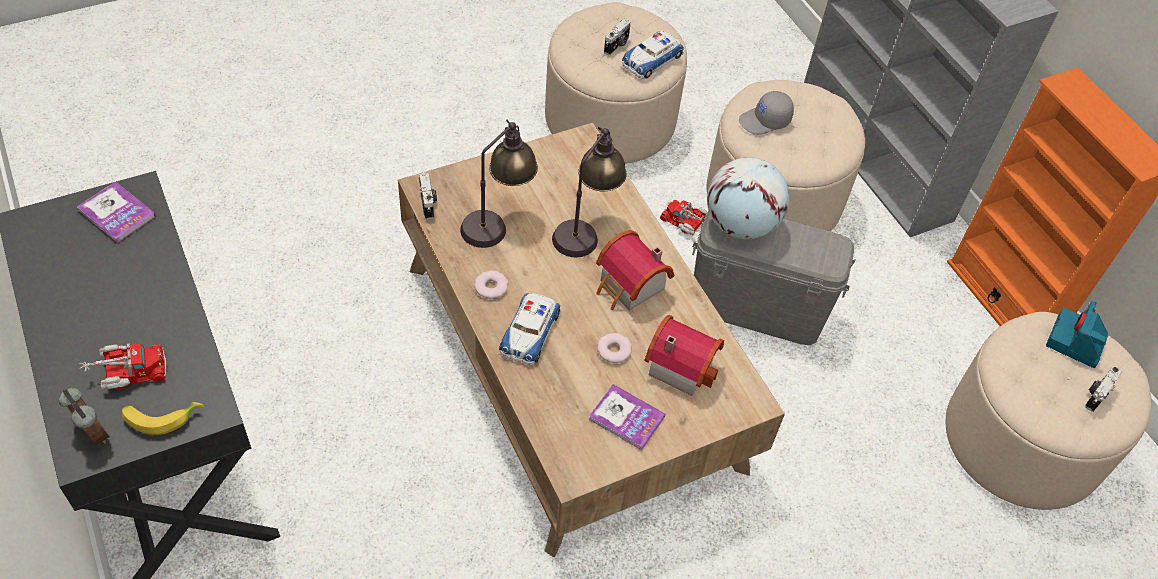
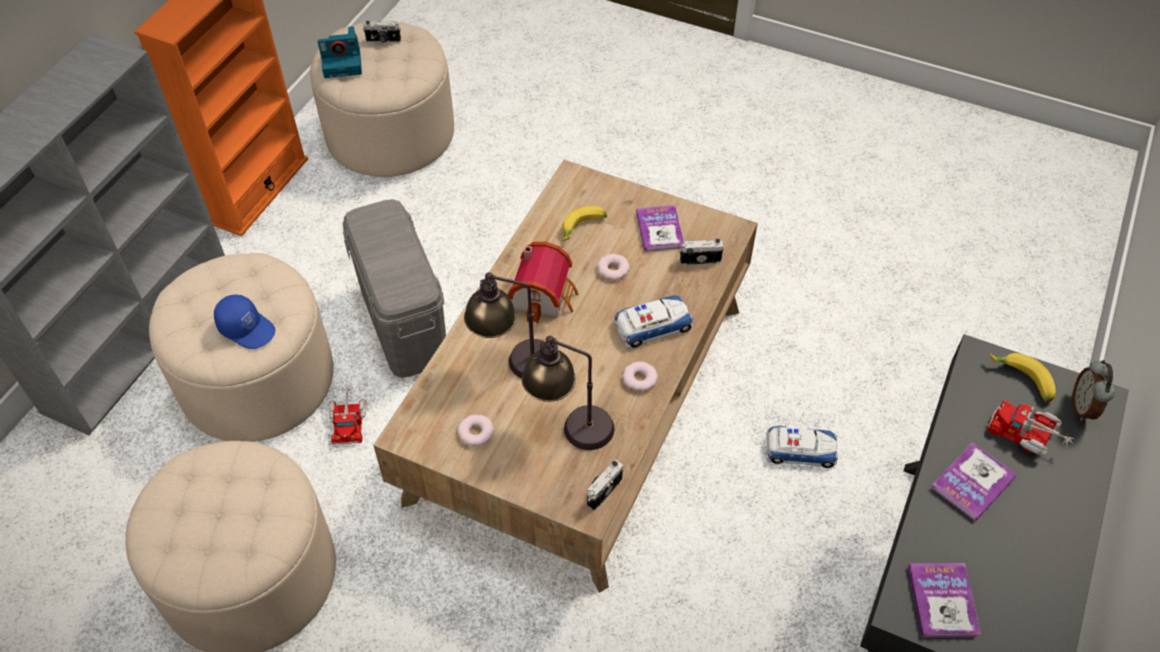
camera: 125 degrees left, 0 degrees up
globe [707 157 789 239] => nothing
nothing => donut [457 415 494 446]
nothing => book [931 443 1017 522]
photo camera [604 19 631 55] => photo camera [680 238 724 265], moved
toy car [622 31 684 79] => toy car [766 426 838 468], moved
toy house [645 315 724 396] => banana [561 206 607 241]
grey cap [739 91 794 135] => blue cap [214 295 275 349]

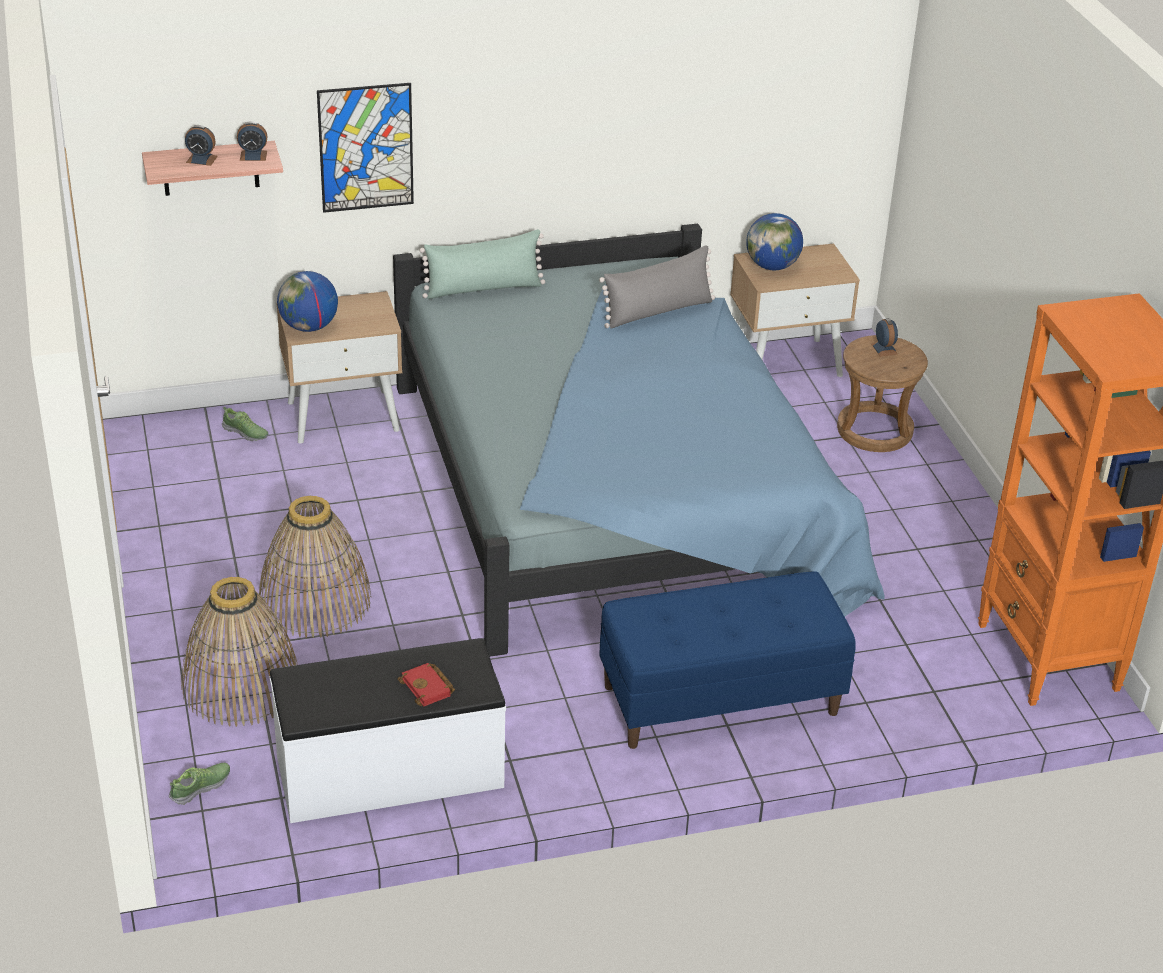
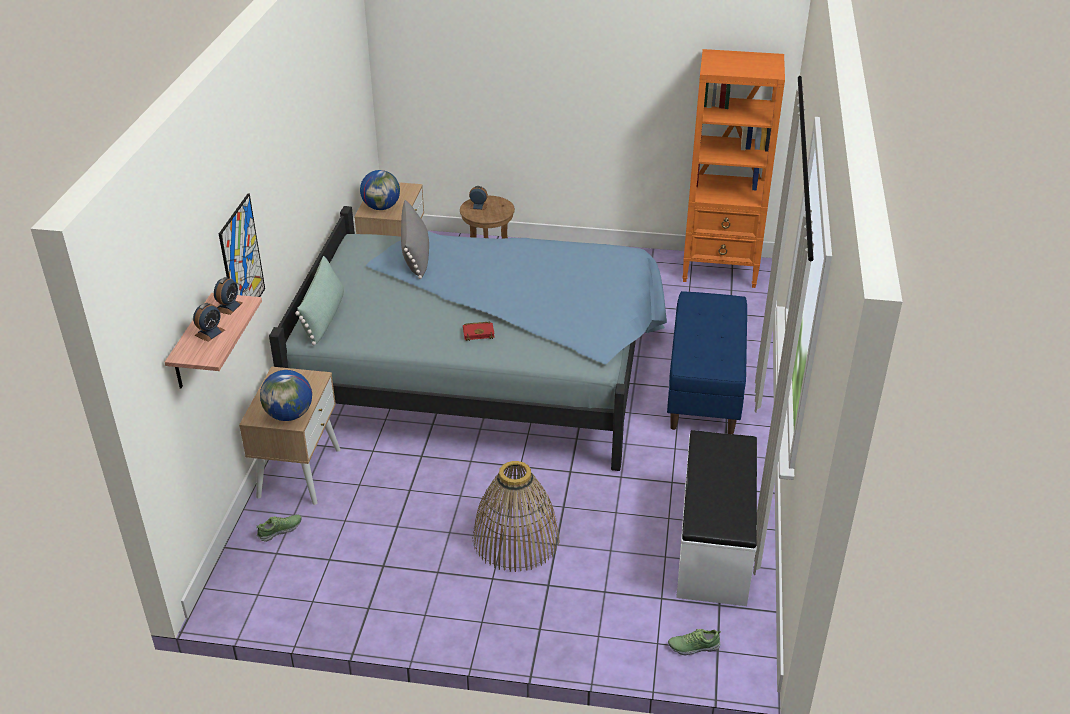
camera: 65 degrees left, 0 degrees up
basket [181 577 298 727] => nothing
red book [398 663 455 706] => red book [463 322 495 341], moved
shoe [169 763 230 805] => shoe [668 629 721 655], 75 degrees counterclockwise

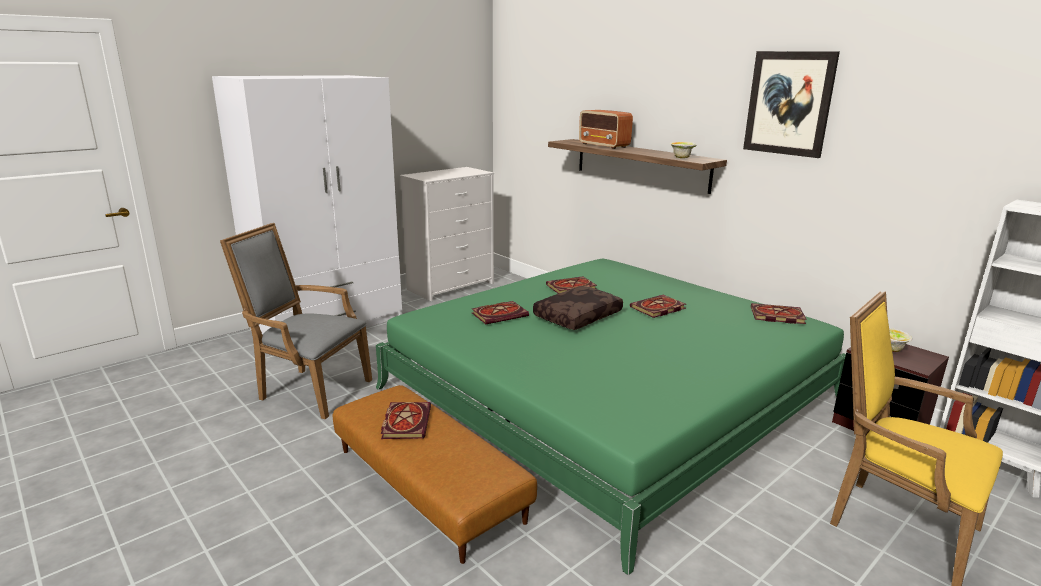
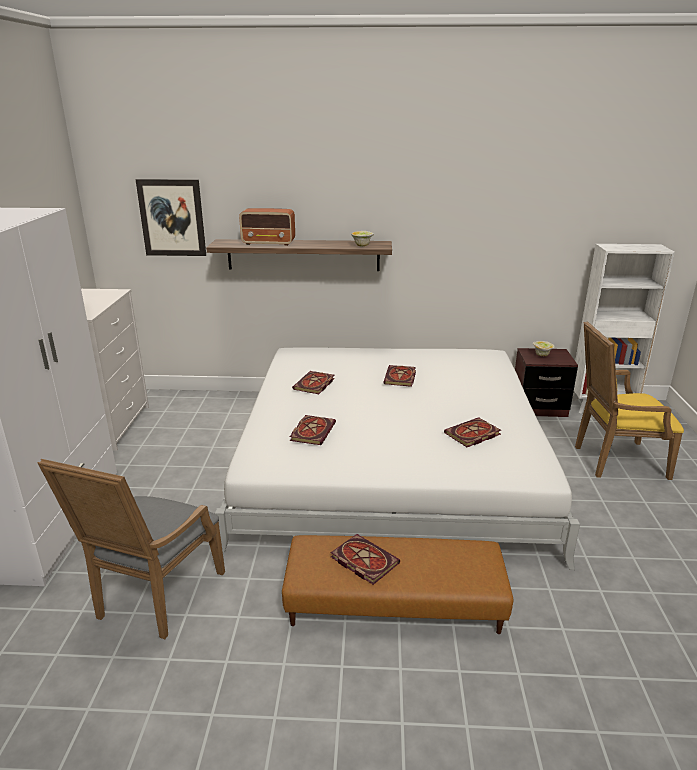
camera: 45 degrees left, 5 degrees up
brown pillow [533 286 623 330] => nothing
picture [743 51 840 158] => picture [135 179 206 256], moved
book [751 303 807 324] => book [444 417 501 447], moved
green bed [376 259 846 575] => white bed [215 347 580 570]
grey armchair [220 223 372 419] => grey armchair [37 459 225 639], 45 degrees counterclockwise

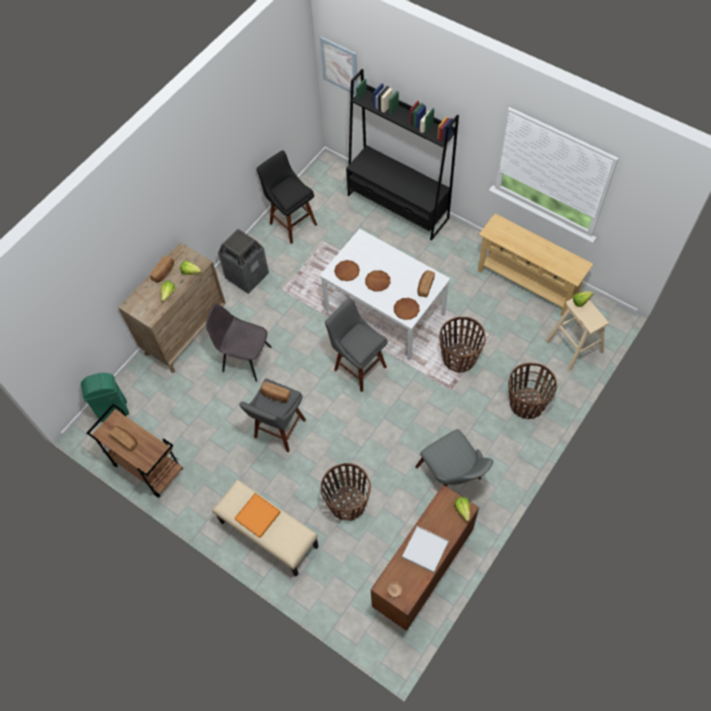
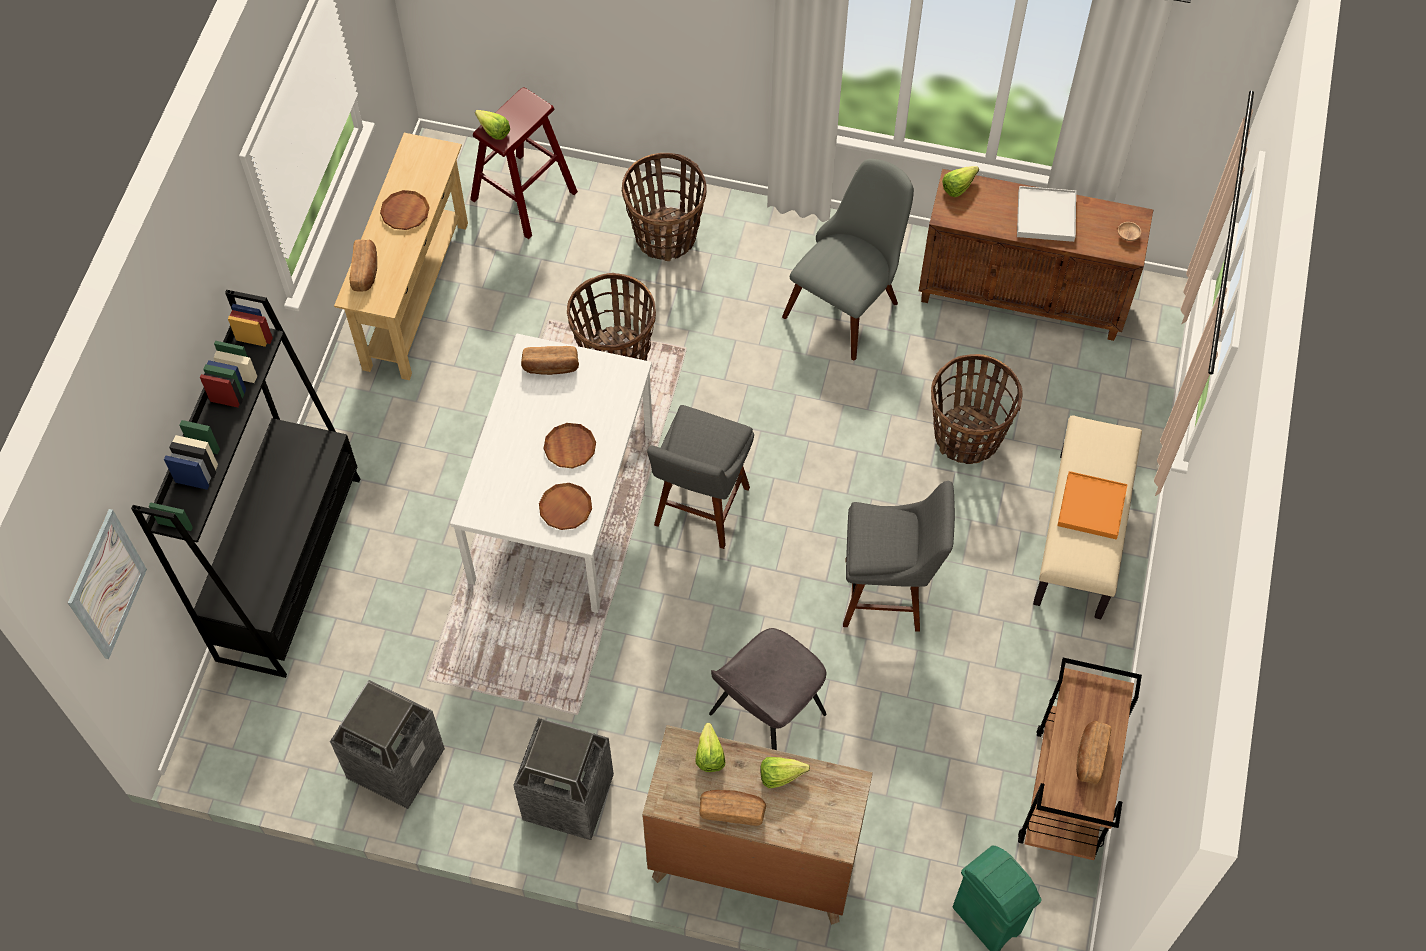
camera: 115 degrees left, 0 degrees up
bread [260 382 290 402] => bread [350 240 377 292], moved
brown plate [394 298 420 320] => brown plate [380 190 430 230], moved
black stool [257 150 317 244] => trash can [330 680 445 809]
beige stool [545 298 609 371] => red stool [470 87 578 239]
grey chair [206 304 272 382] => grey chair [709 628 827 750], 45 degrees clockwise

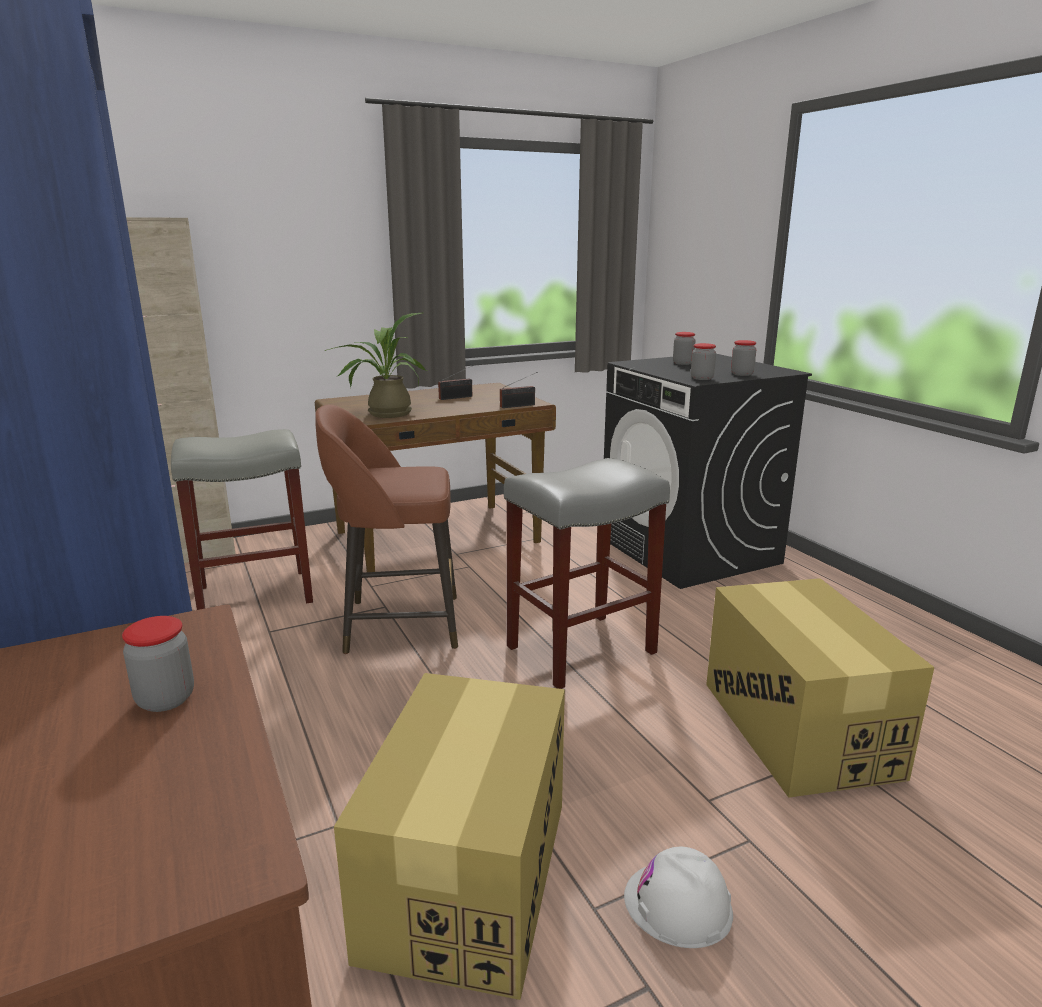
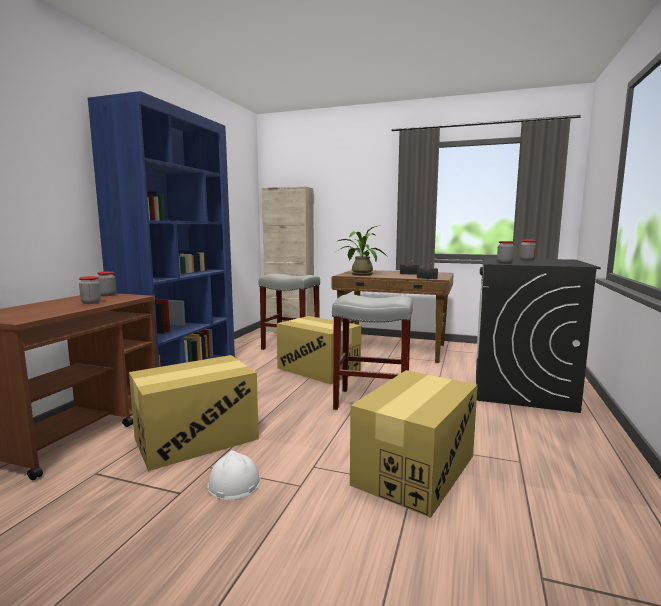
camera: 45 degrees right, 10 degrees down
jar [731 340 756 376] => jar [97 271 116 296], moved
brown stool [315 405 458 654] => cardboard box [277 316 361 384]

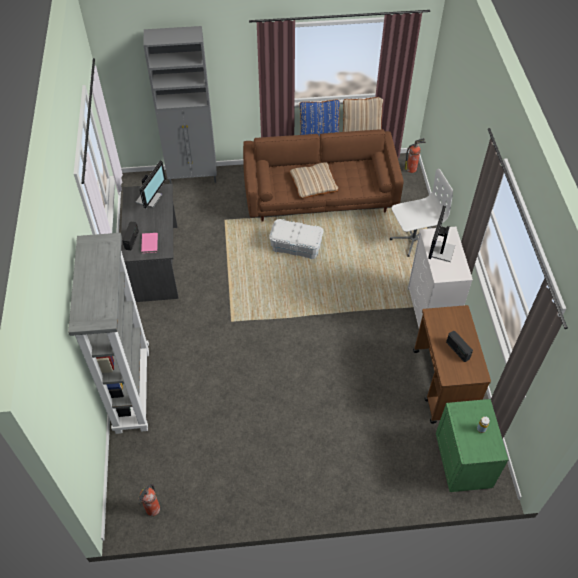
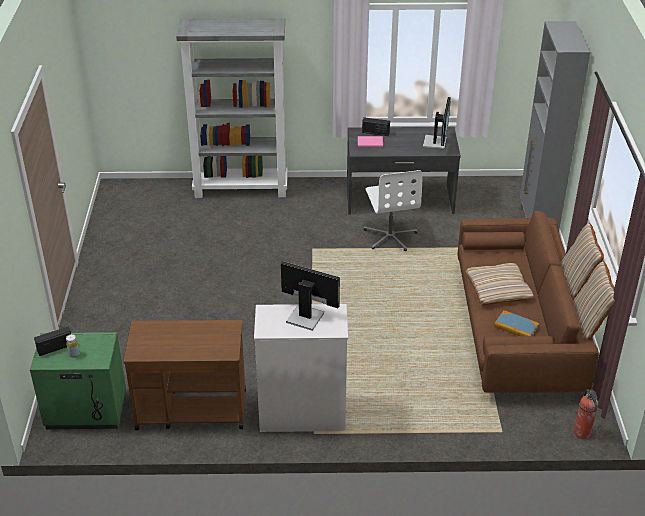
camera: 95 degrees right, 15 degrees down
fire extinguisher [138 484 160 516] => nothing
white storage box [269 219 324 259] => nothing
nothing => book [494 310 539 336]
white office chair [390 169 453 257] => white office chair [364 170 423 251], moved
radio [446 331 473 362] => radio [34 327 71 356], moved
blue pillow [299 99 340 137] => beige pillow [561 223 604 297]
monitor [136 161 166 208] => monitor [423 97 451 150], 105 degrees counterclockwise

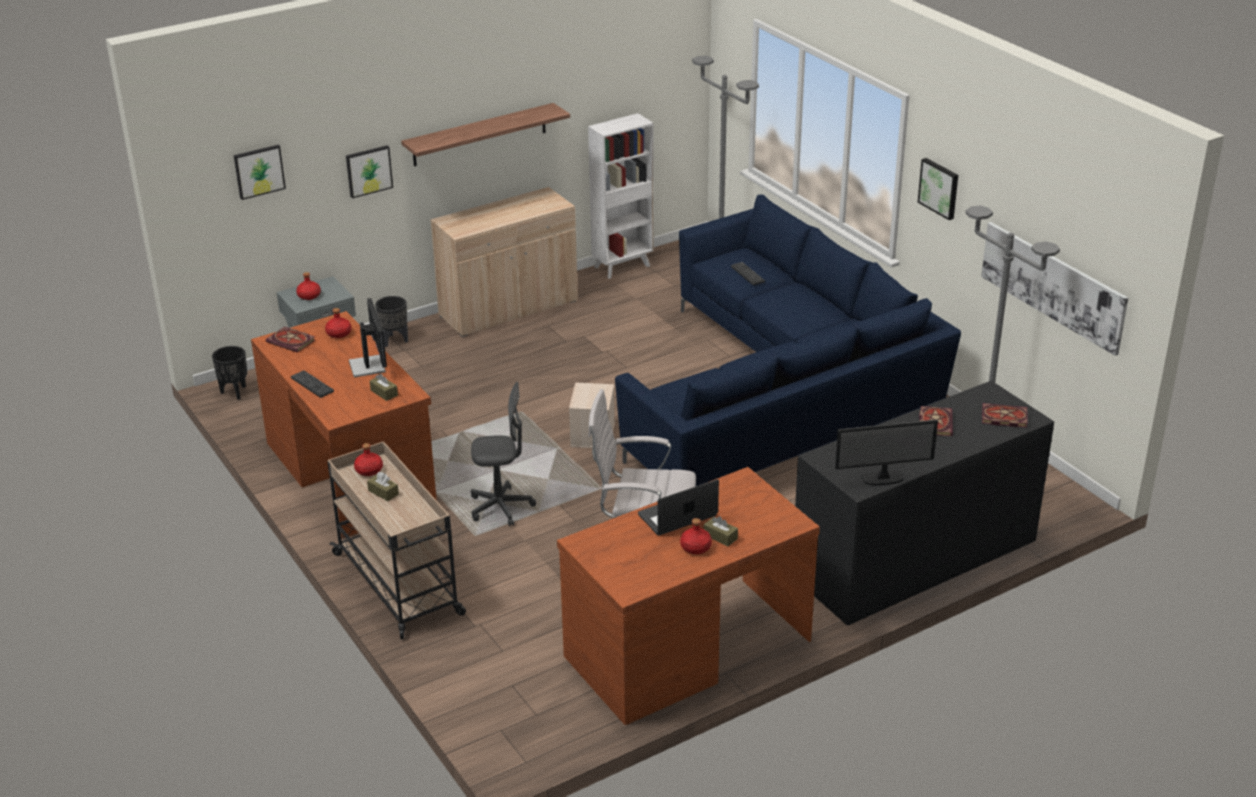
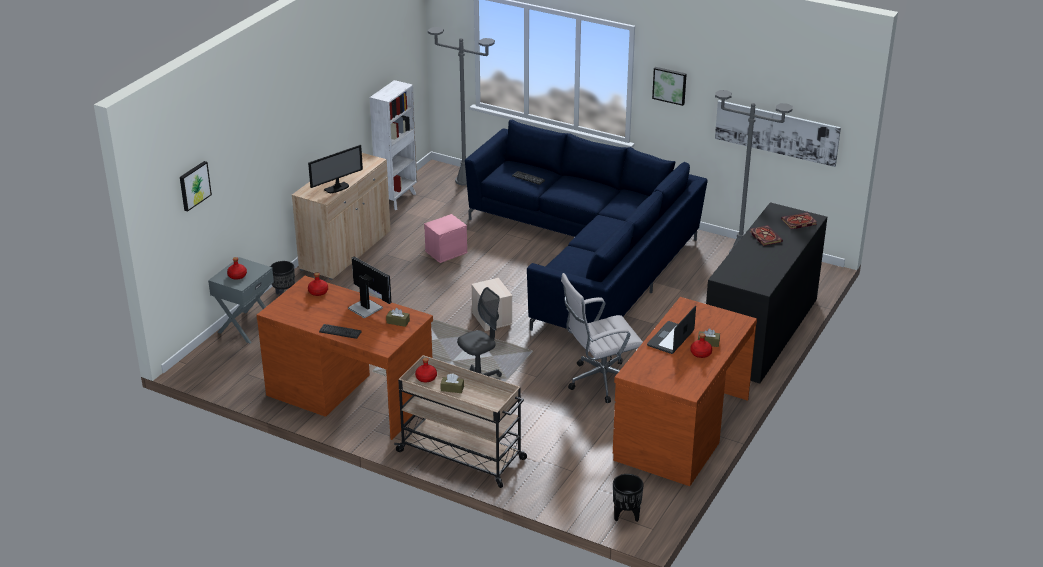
camera: 30 degrees left, 0 degrees up
book [266 327 315 352] => nothing
picture [346 145 393 199] => nothing
shelf [401 103 570 166] => nothing
nothing => pink storage box [424 214 468 263]
black planter [212 346 247 400] => black planter [613 474 644 522], moved
monitor [835 419 938 486] => monitor [308 145 363 193], moved

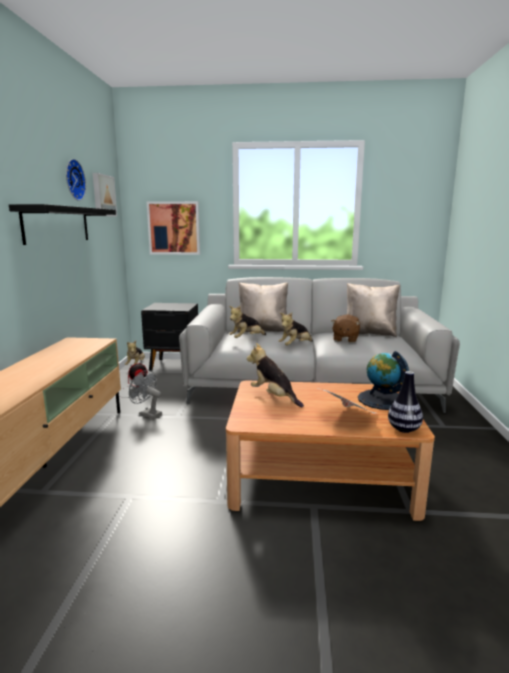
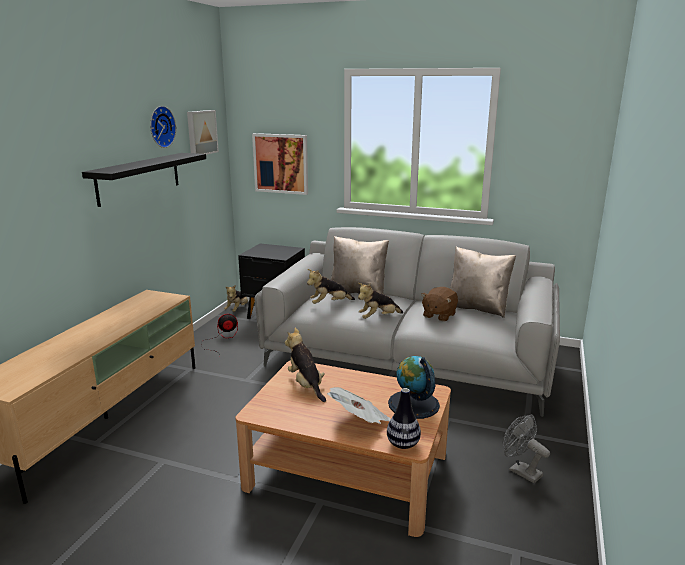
camera: 15 degrees right, 5 degrees up
grey fan [129 370 162 419] => grey fan [503 415 550 483], moved

